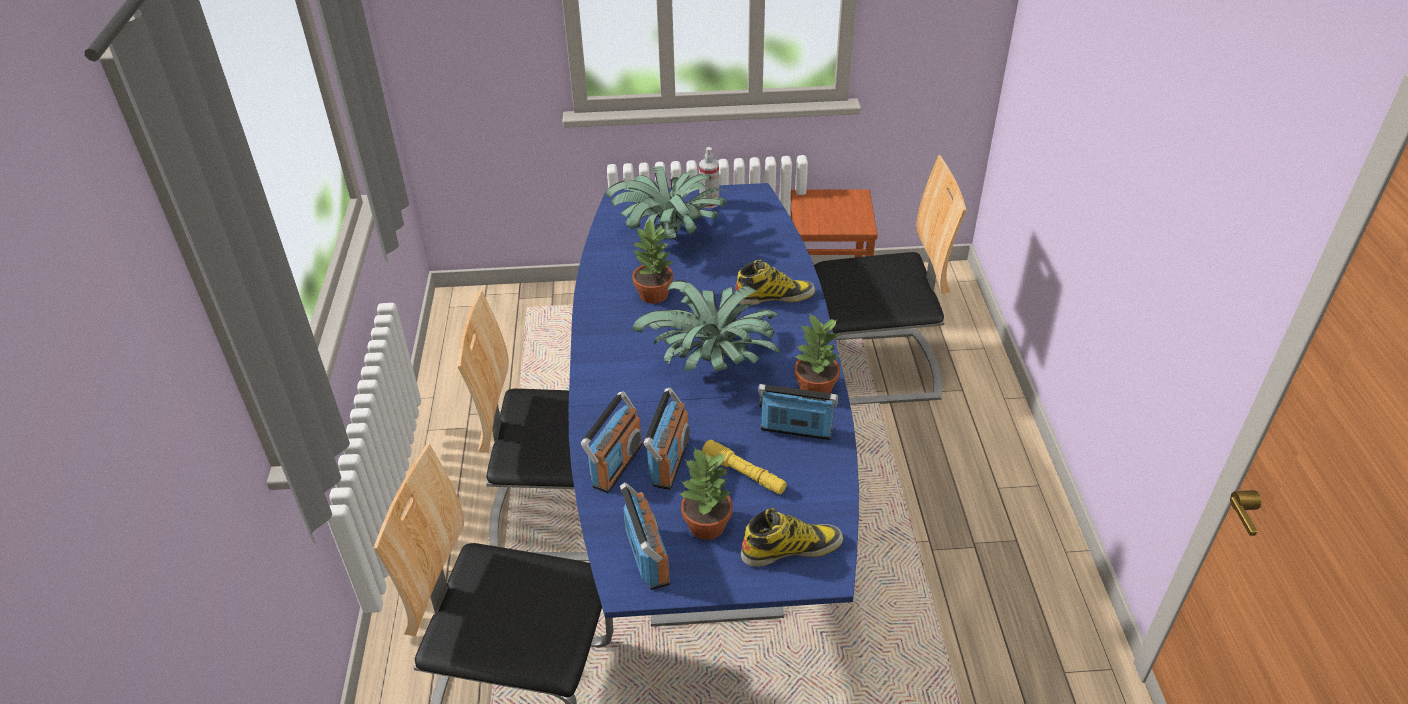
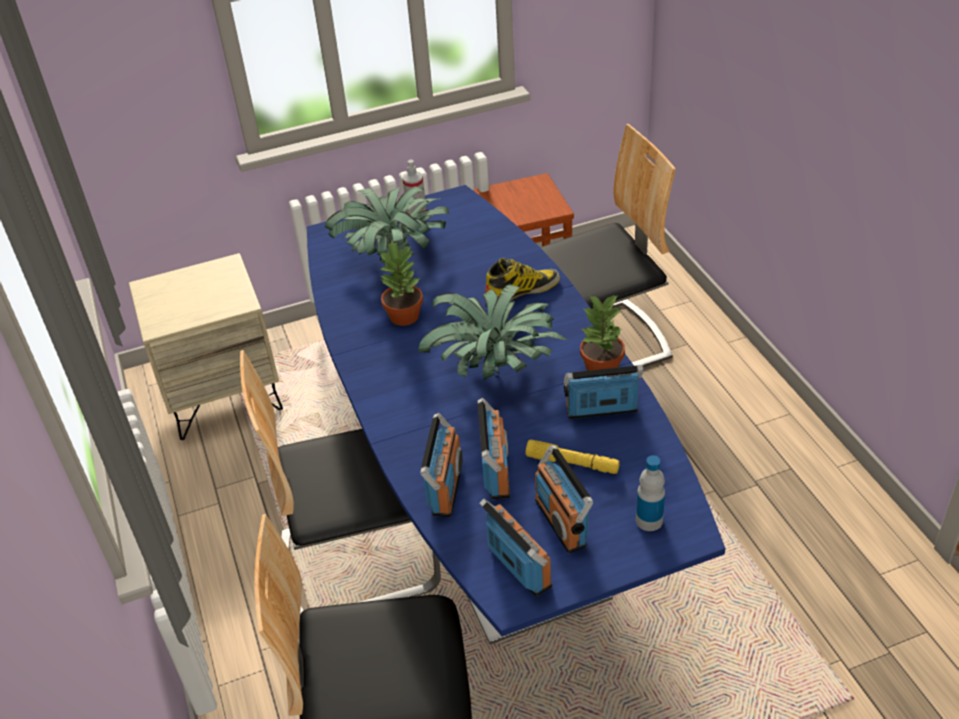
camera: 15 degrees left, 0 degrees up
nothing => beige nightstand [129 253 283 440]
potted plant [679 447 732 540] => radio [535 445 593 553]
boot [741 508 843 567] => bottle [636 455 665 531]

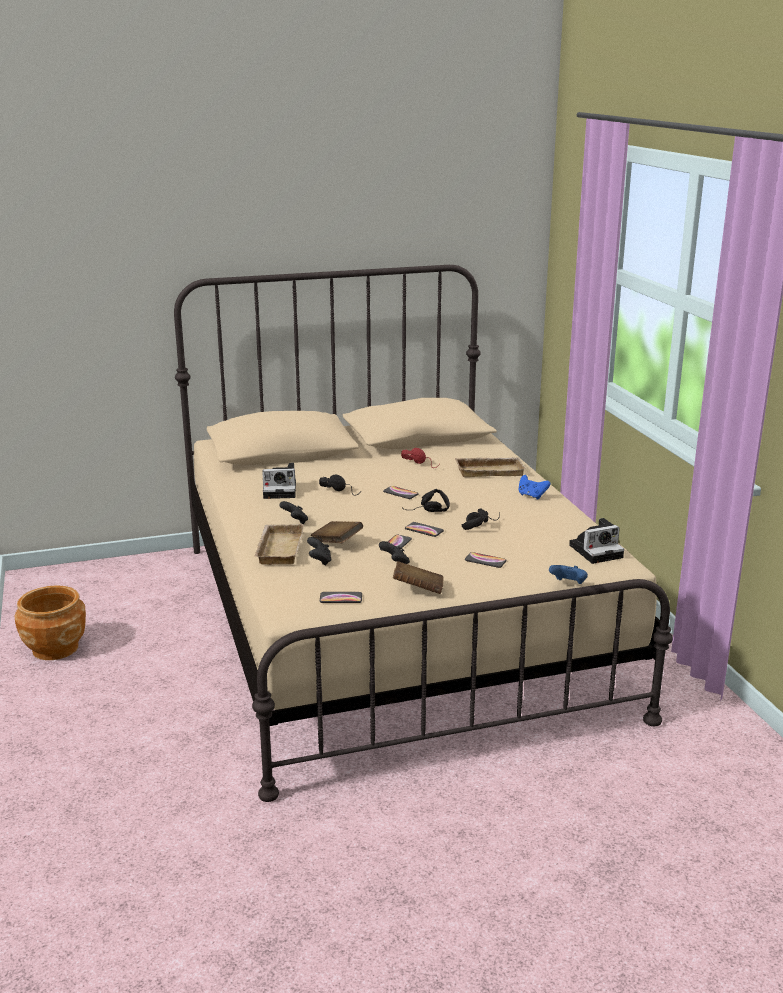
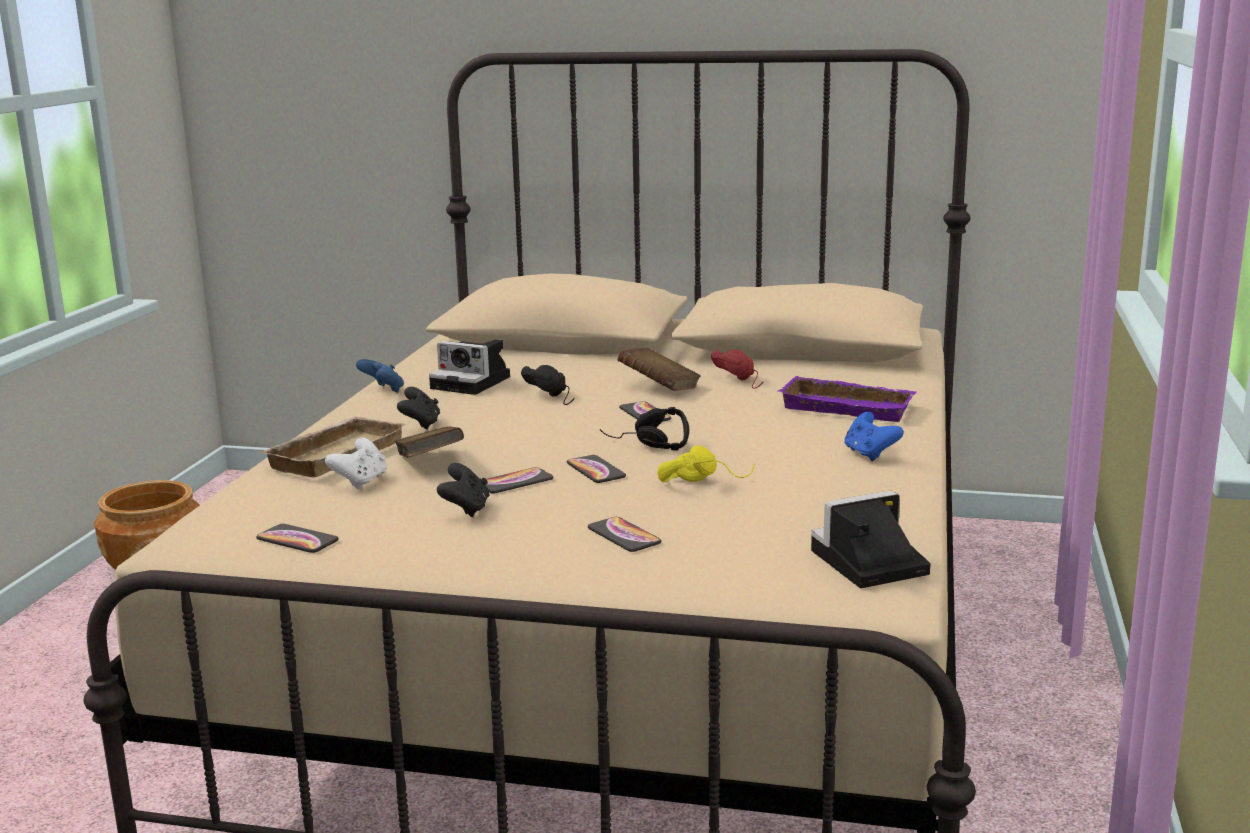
camera: 30 degrees right, 5 degrees down
brown book [393 561 443 594] => brown book [618 347 701 391], moved
blue game controller [549 565 588 584] => blue game controller [356 359 404 393], moved
black game controller [307 537 332 566] => white game controller [325 437 387 489]
beige tray [455 457 526 477] => purple tray [778 376 917 422]
black headphones [462 509 500 530] => yellow headphones [657 445 755 482]
photo camera [569 518 624 564] => photo camera [811 491 931 588], 150 degrees clockwise

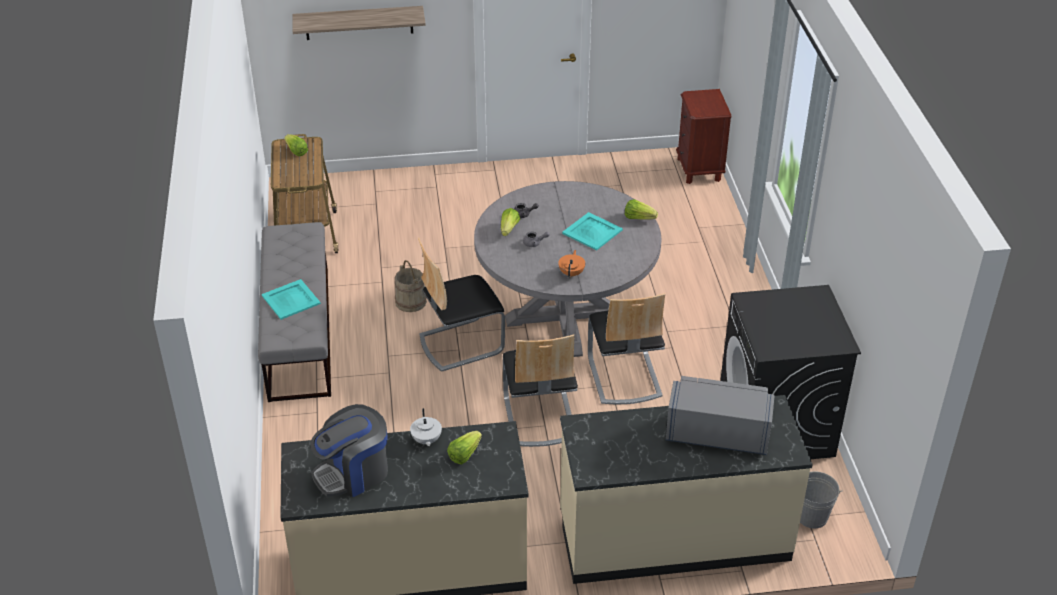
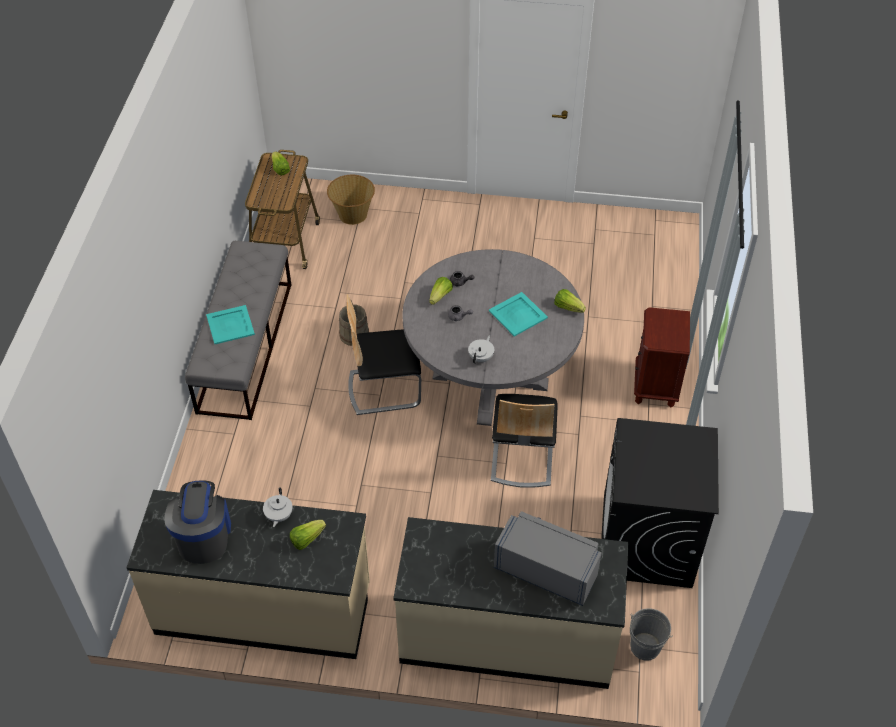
camera: 15 degrees right, 10 degrees up
shelf [293 6 426 40] => nothing
chair [503 334 578 447] => nothing
nothing => basket [327 175 375 225]
brown nightstand [676 89 731 184] => brown nightstand [634 307 690 408], moved
orange teapot [558 250 585 278] => white teapot [468 335 494 364]
coffee machine [310 404 388 497] => coffee machine [164 481 231 564], 105 degrees clockwise

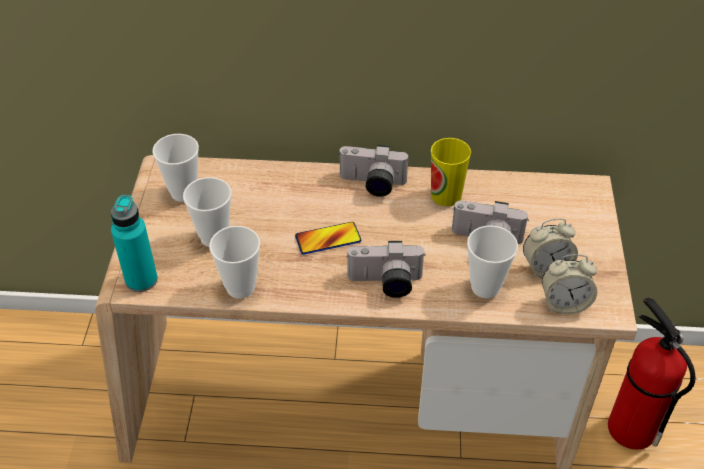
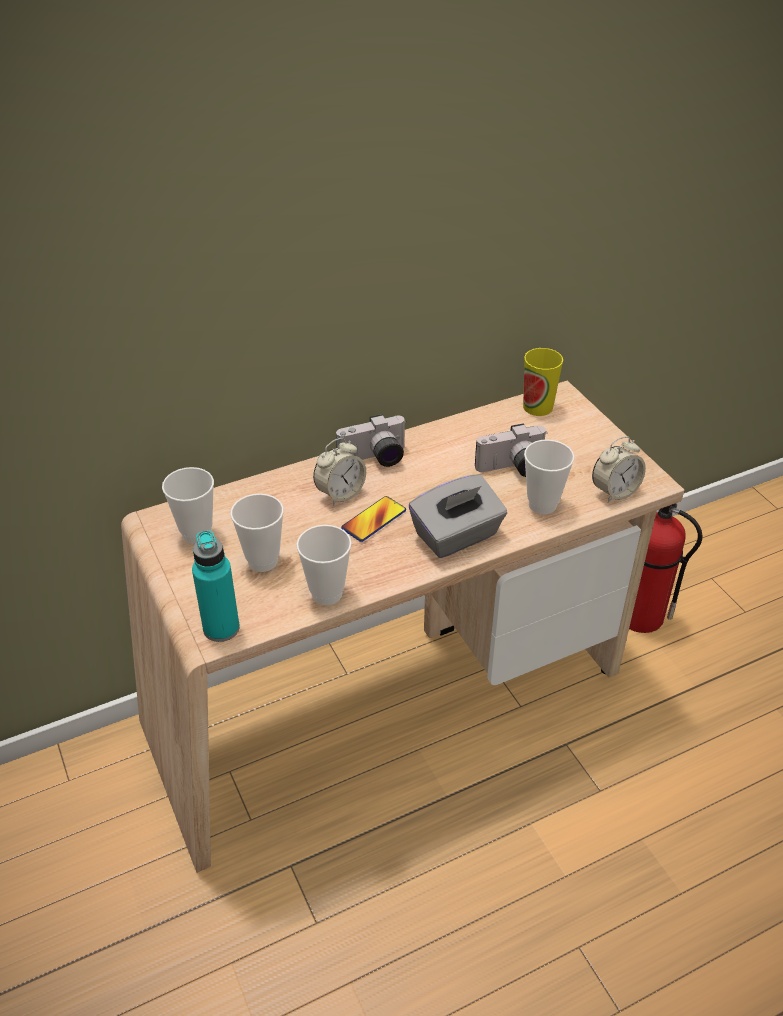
camera: 30 degrees left, 5 degrees down
cup [431 138 471 206] => cup [523 348 563 416], moved
alarm clock [523 218 578 278] => alarm clock [313 437 366 506], moved
photo camera [346 241 426 298] => grey tissue box [409 474 507 558]

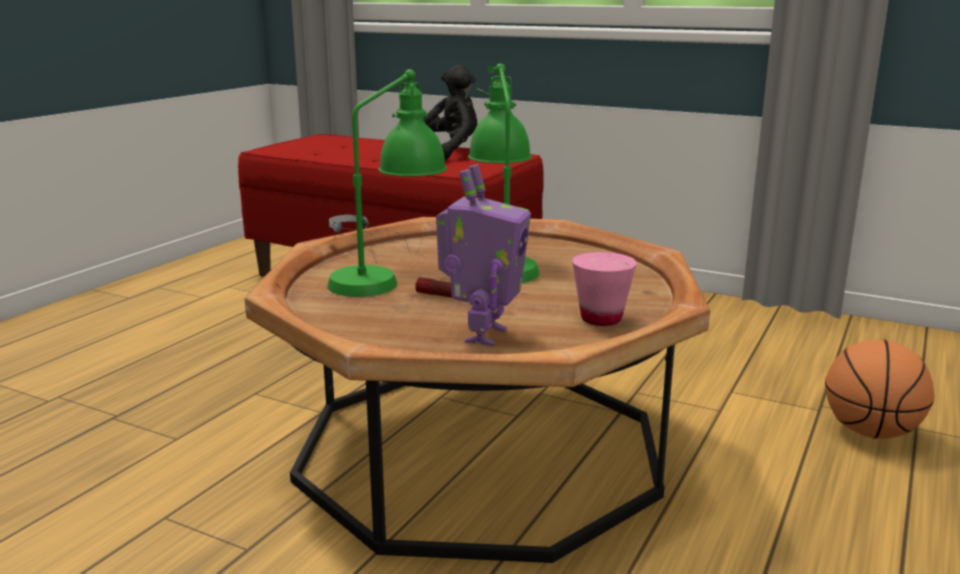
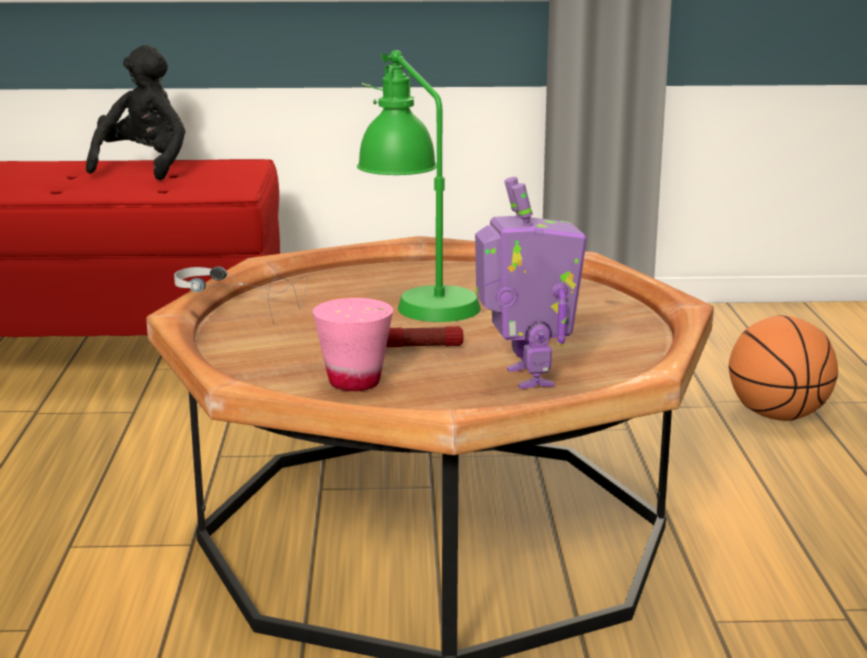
camera: 30 degrees left, 0 degrees up
green table lamp [327 69 447 297] => nothing
pink cup [572 252 637 326] => pink cup [313 298 393 391], moved

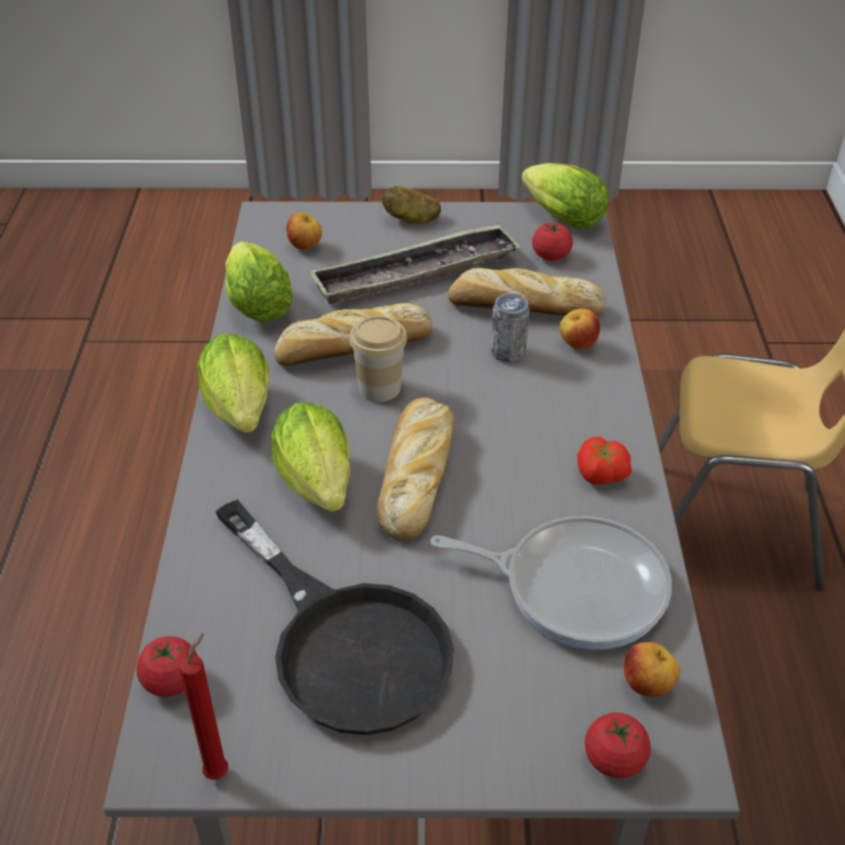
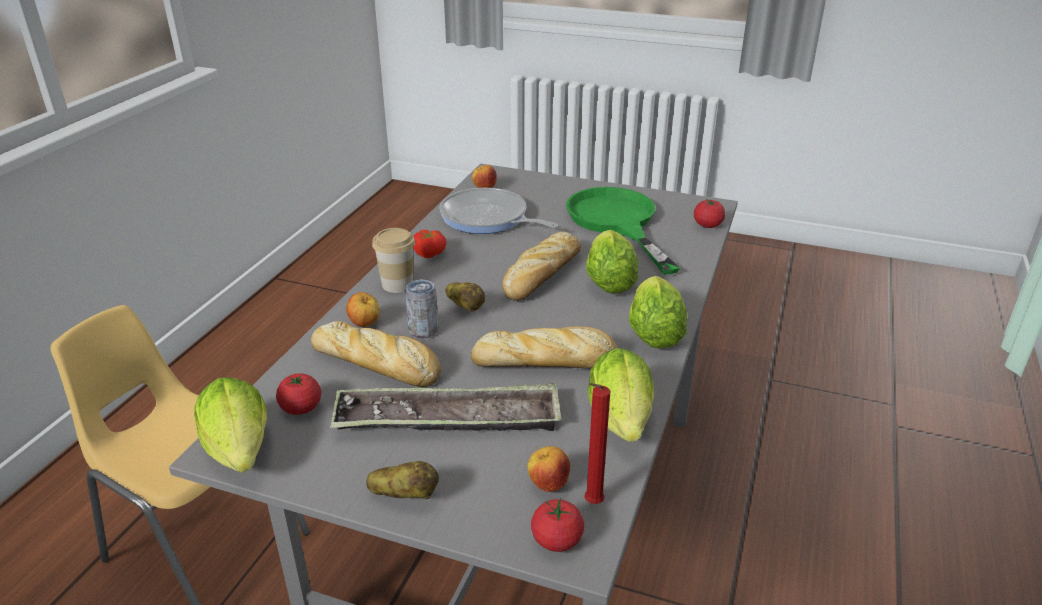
camera: 160 degrees left, 10 degrees down
nothing => potato [445 282 485 312]
red candle [179 633 228 780] => red candle [585 383 610 504], moved
cup [349 316 407 402] => cup [372 228 415 293], moved
tomato [585 713 651 778] => tomato [531 498 584 552], moved
black frying pan [215 499 454 735] => green frying pan [566 187 680 275]

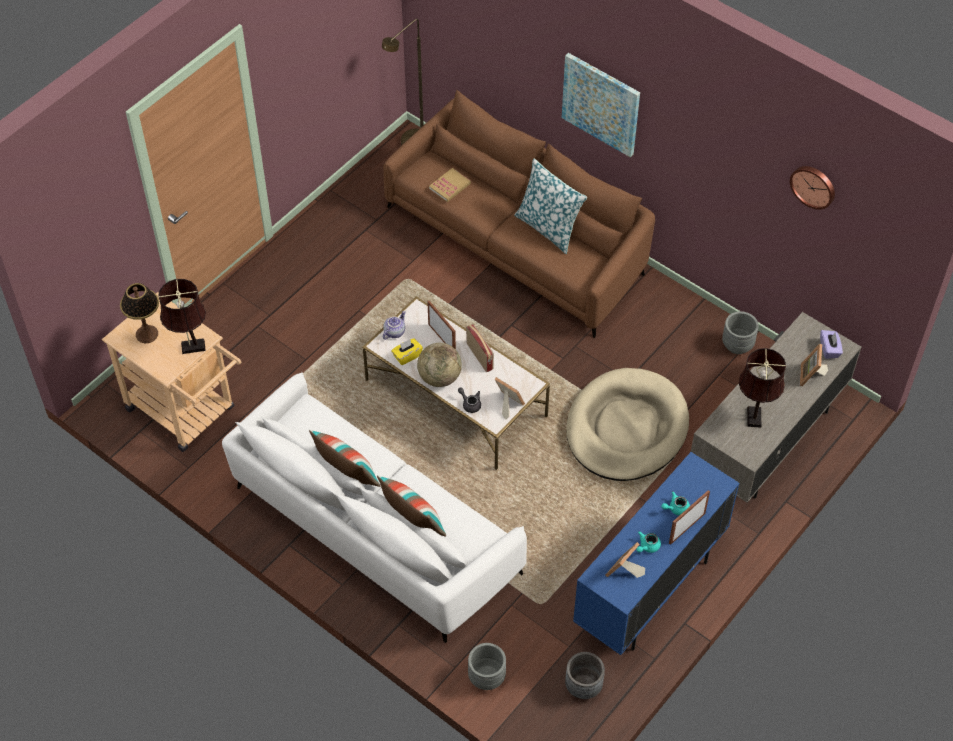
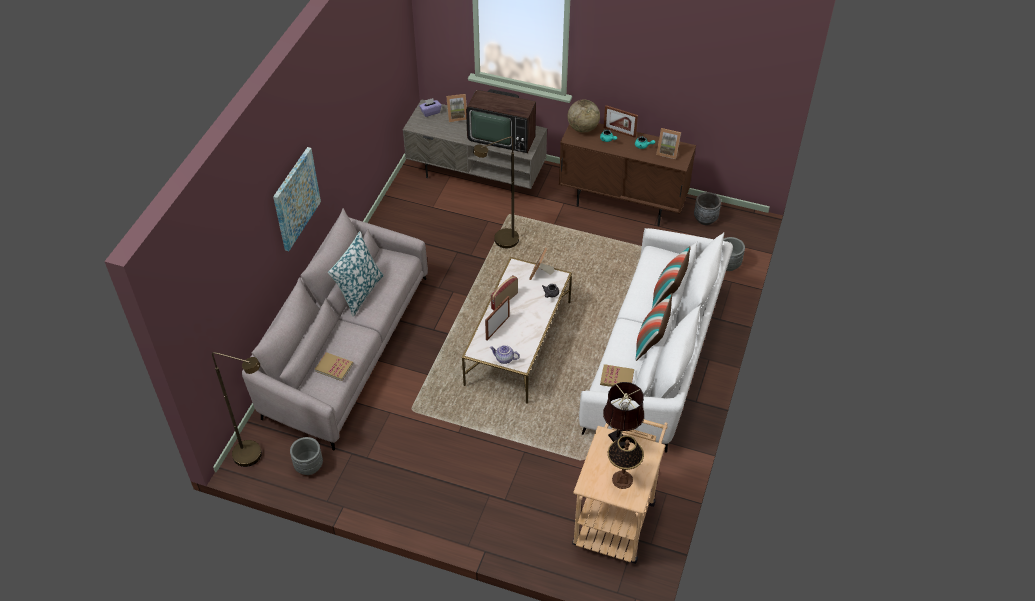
camera: 110 degrees left, 5 degrees down
yellow tissue box [391 338 423 365] => nothing
wall clock [790 166 835 210] => nothing
nothing => book [600 364 634 387]
globe [417 343 462 387] => globe [567 100 600 133], moved
grey planter [722 311 759 354] => grey planter [290 437 323 475], moved
beige dog bed [566 368 689 481] => brown floor lamp [473 137 519 248]
brown table lamp [739 348 786 428] => television [466 89 536 153]
brown sofa [383 90 655 338] => grey sofa [242 208 428 450]
blue cabinet [573 452 739 655] => brown cabinet [559 123 696 226]

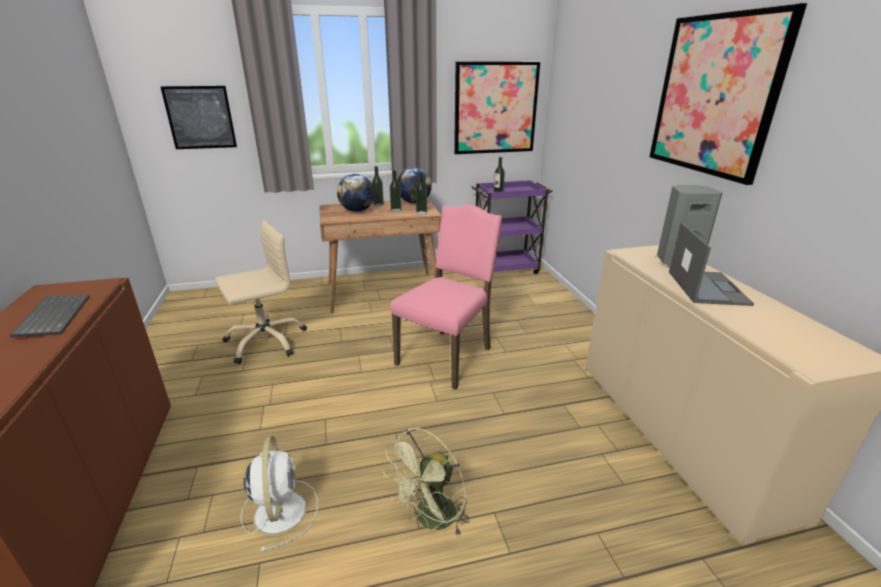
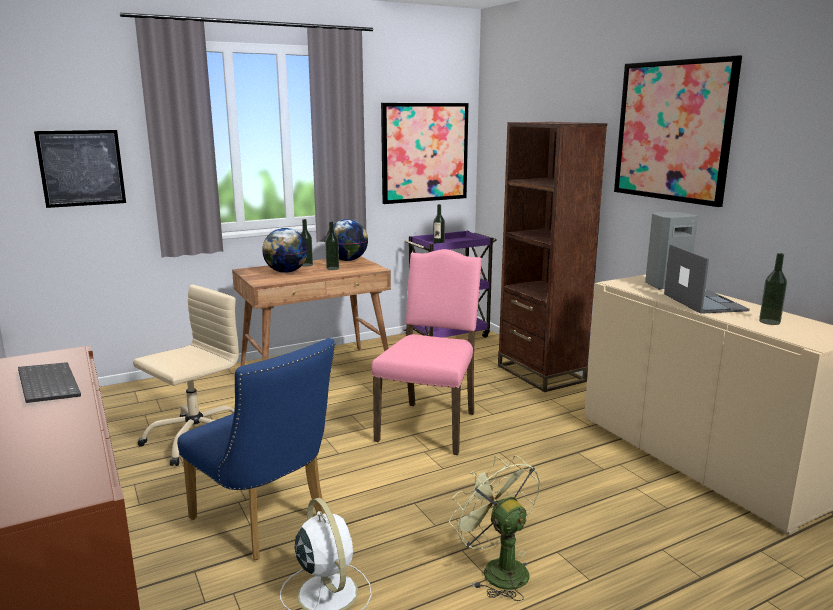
camera: 15 degrees left, 10 degrees down
nothing => blue chair [177 338 335 560]
nothing => brown bookcase [498 122 607 392]
bottle [416 172 427 215] => bottle [759 253 787 325], moved
green fan [383 428 470 537] => green fan [449 455 540 601], 120 degrees clockwise

